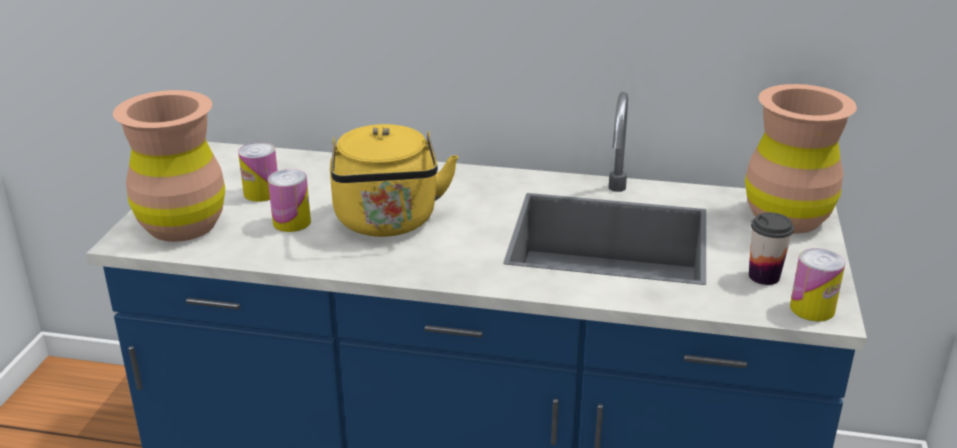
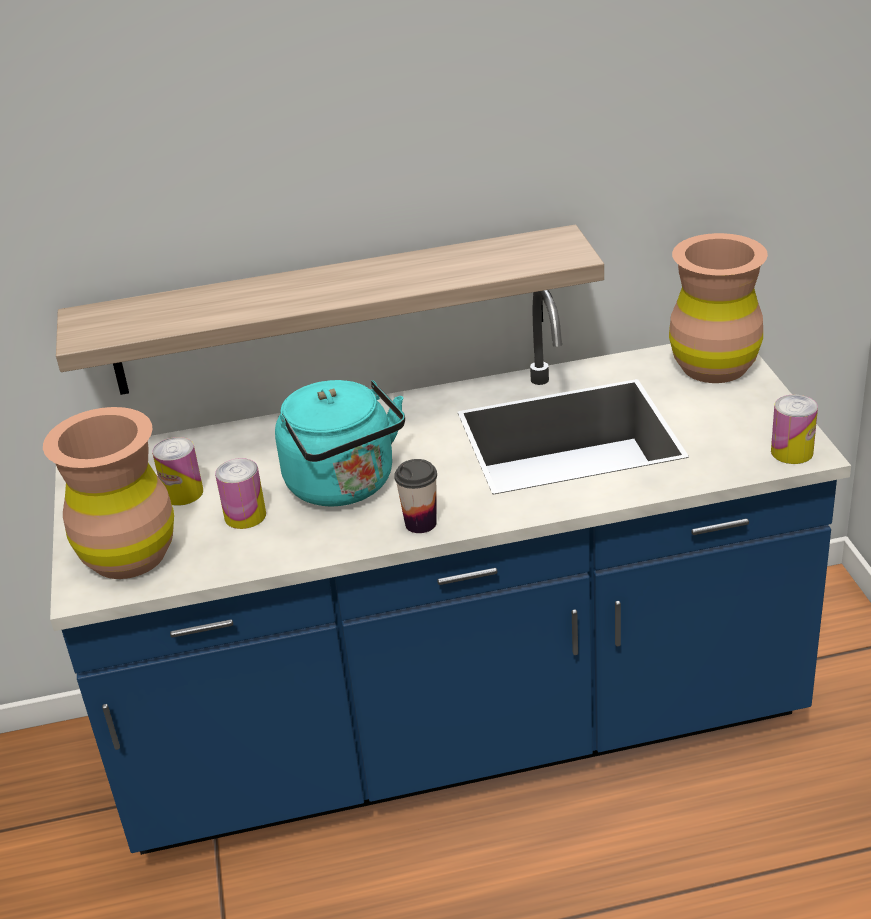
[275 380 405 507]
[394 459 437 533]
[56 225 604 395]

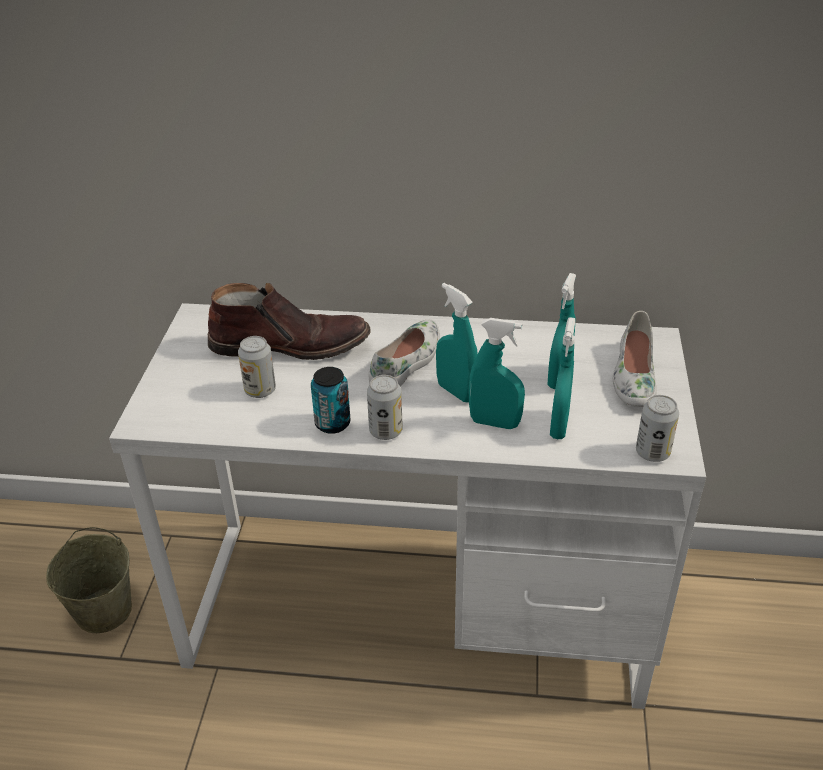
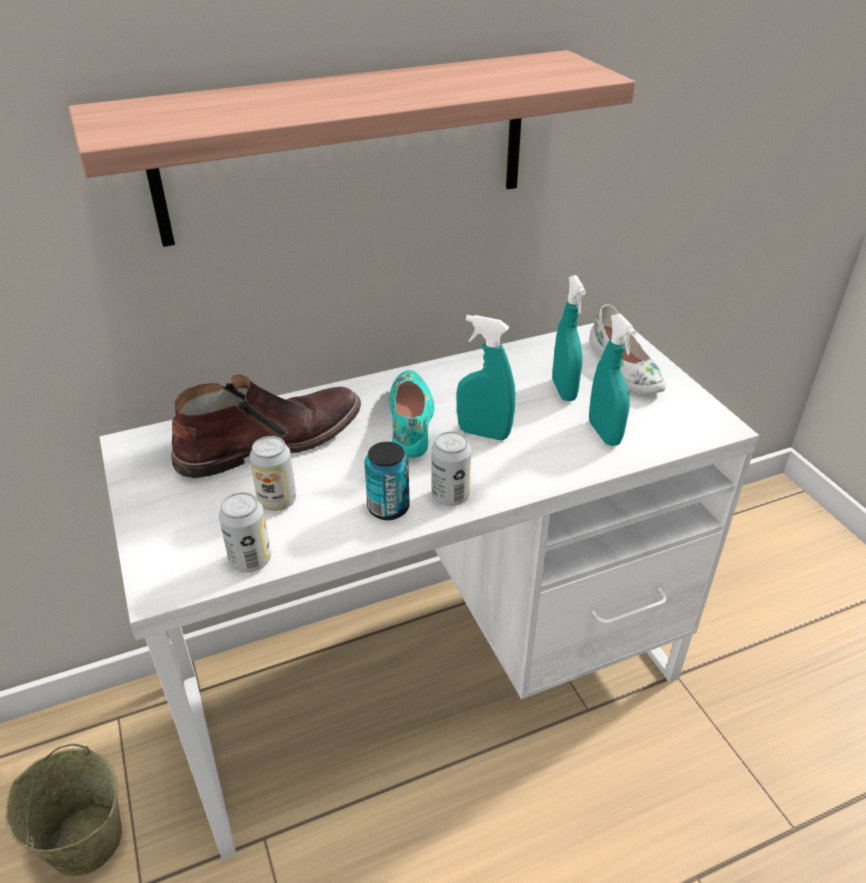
[389 370 435 457]
[469 318 525 429] (first image)
[219 492 271 573]
[68 50 635 247]

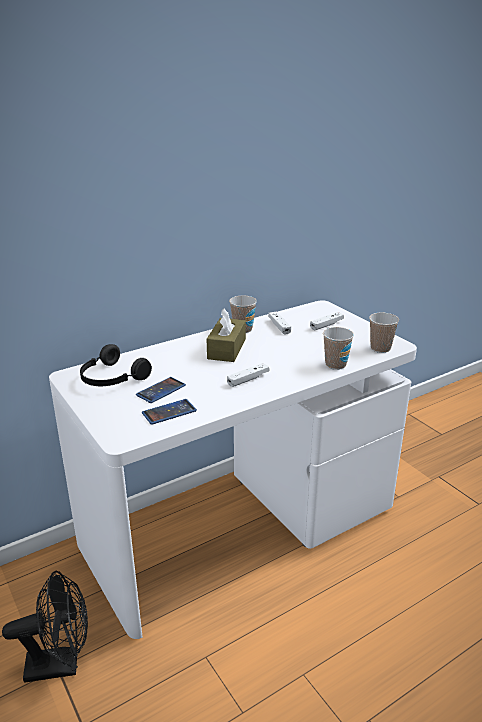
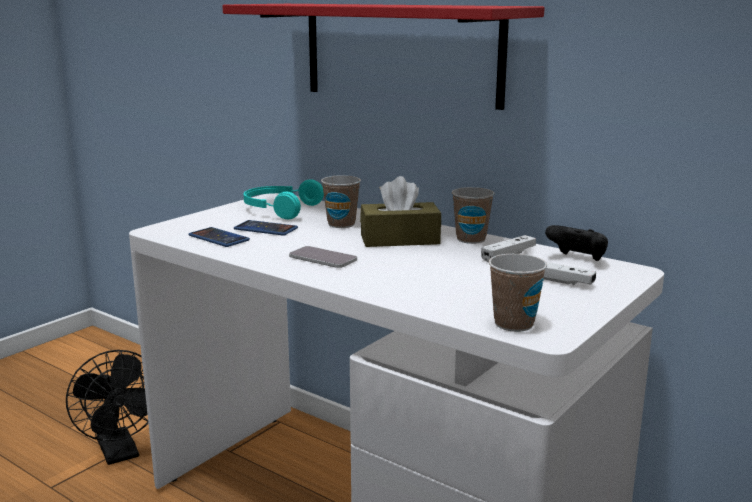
[243 179 324 219]
[289 246 357 268]
[321 175 361 228]
[222 4 544 110]
[545 225 608 261]

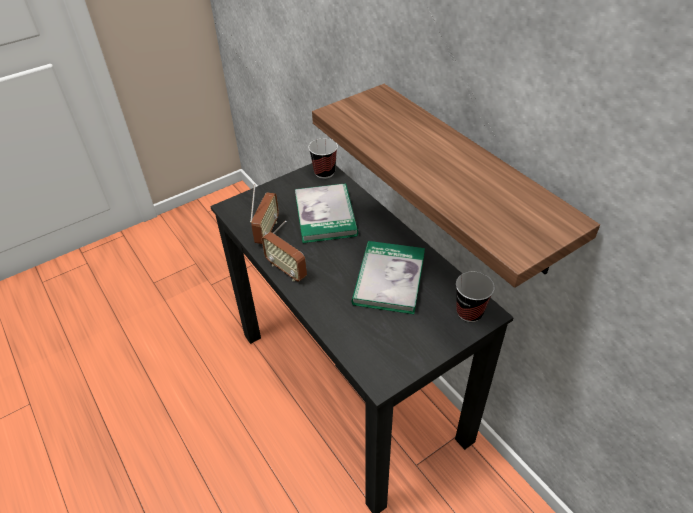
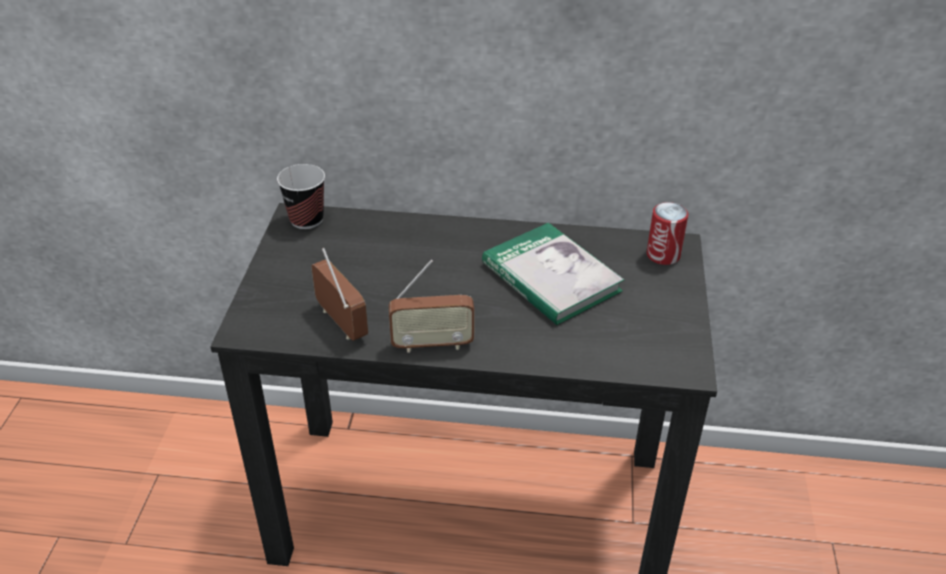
[295 184 358 243] (first image)
[312 84 600 288] (first image)
[646 202 688 265]

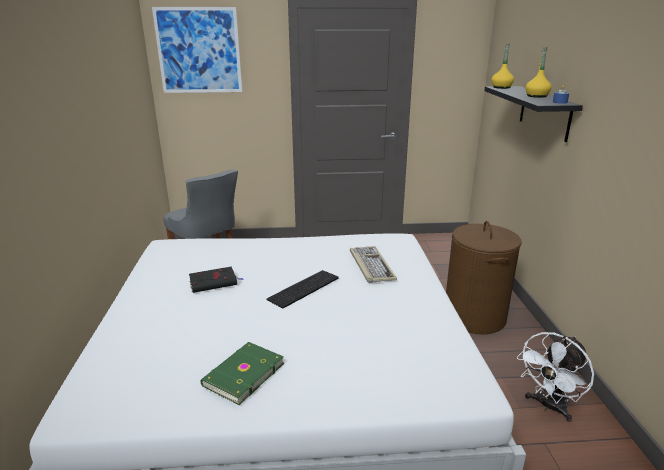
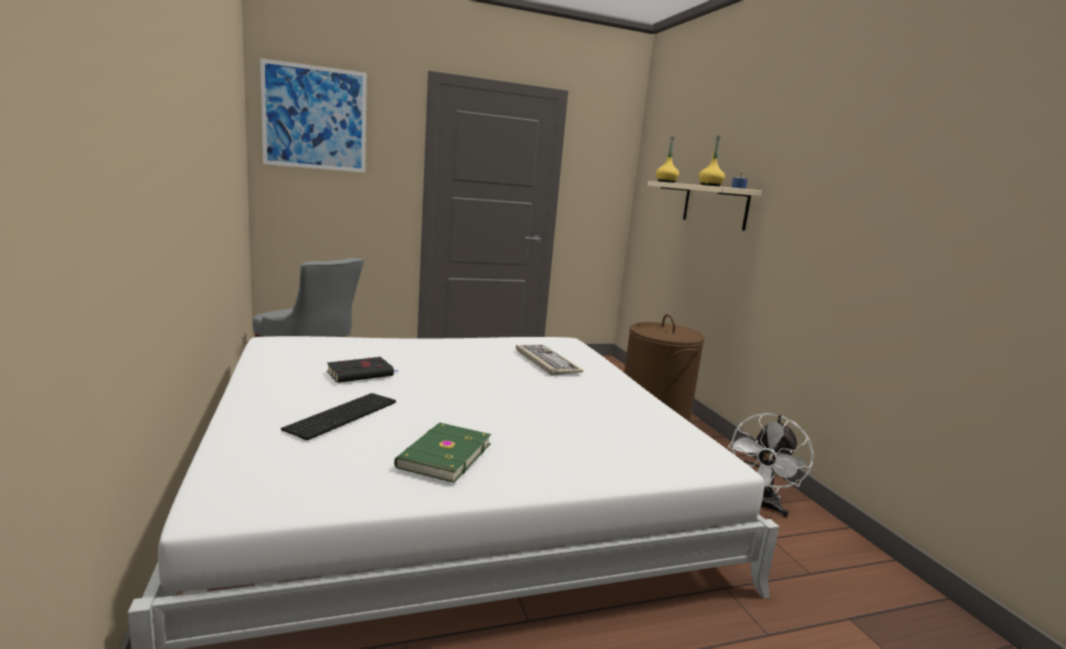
[281 393 396 440]
[648 181 762 231]

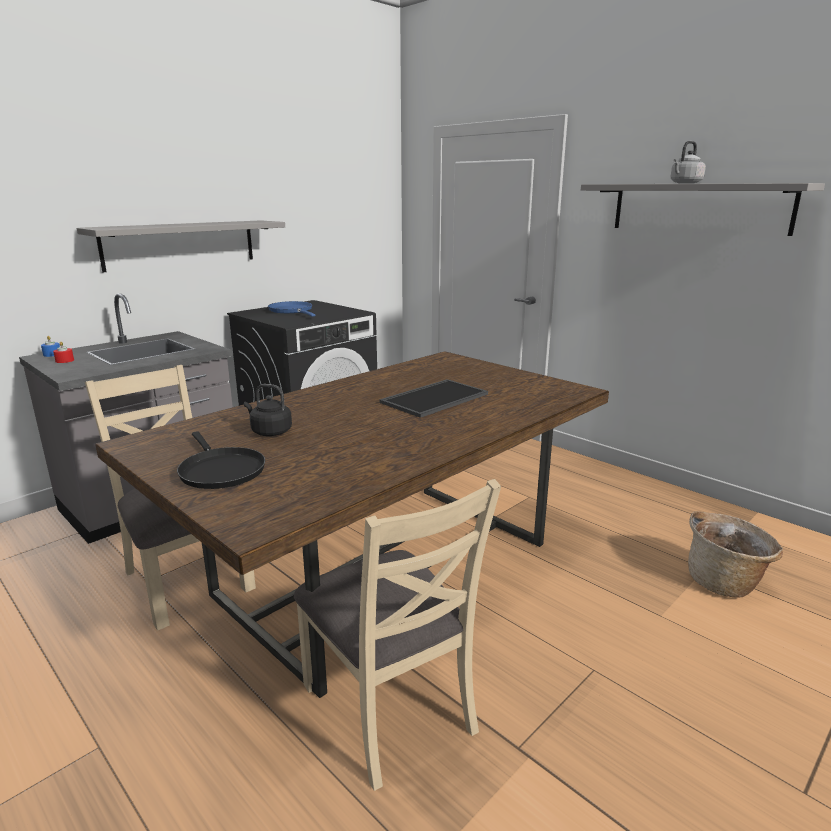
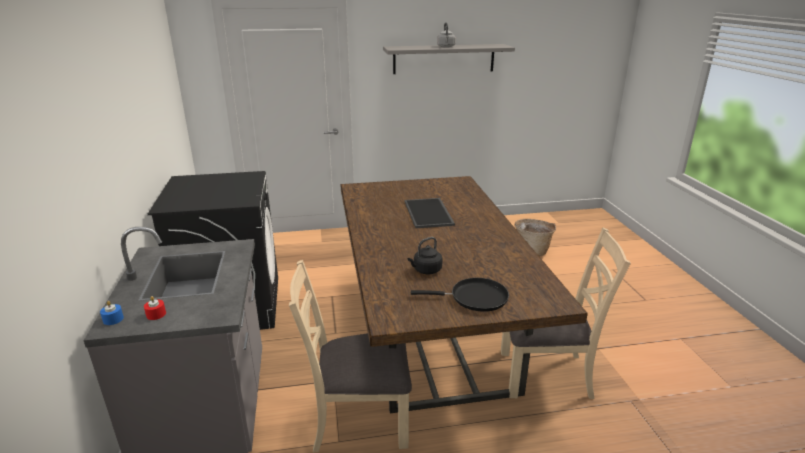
[77 220 285 272] (first image)
[268 301 315 317] (first image)

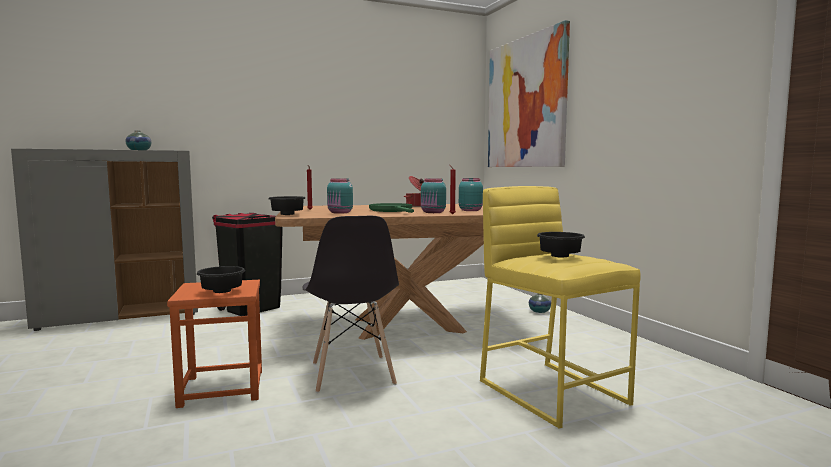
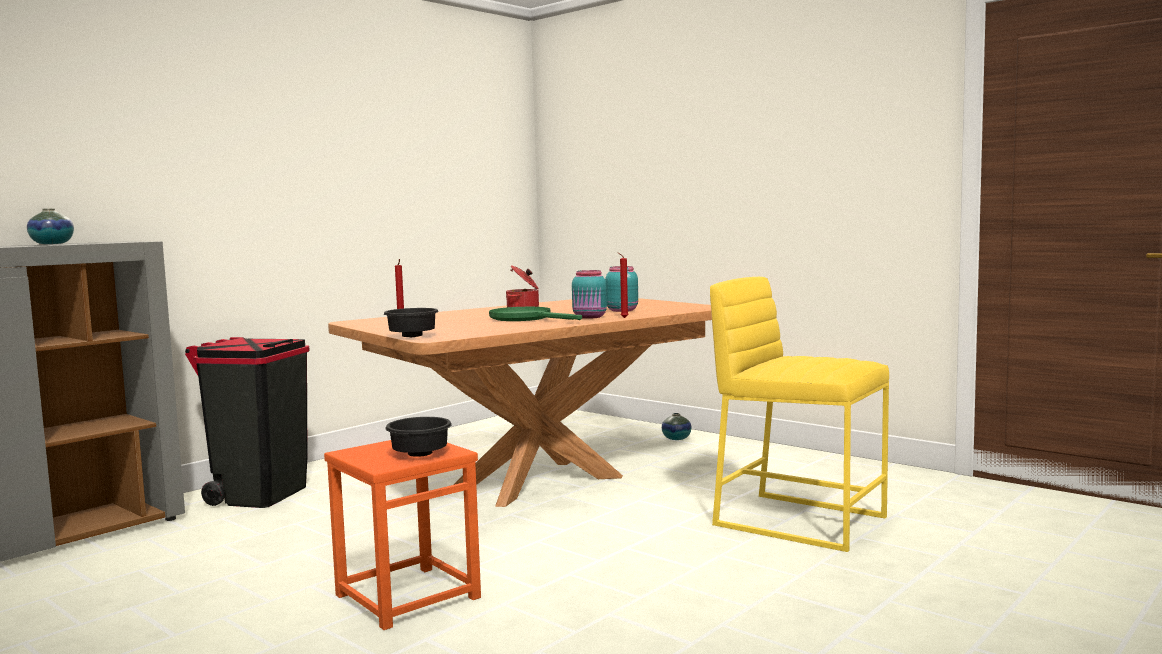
[302 216 399 393] (first image)
[327 178 353 214] (first image)
[488 20 570 167] (first image)
[537 232 585 257] (first image)

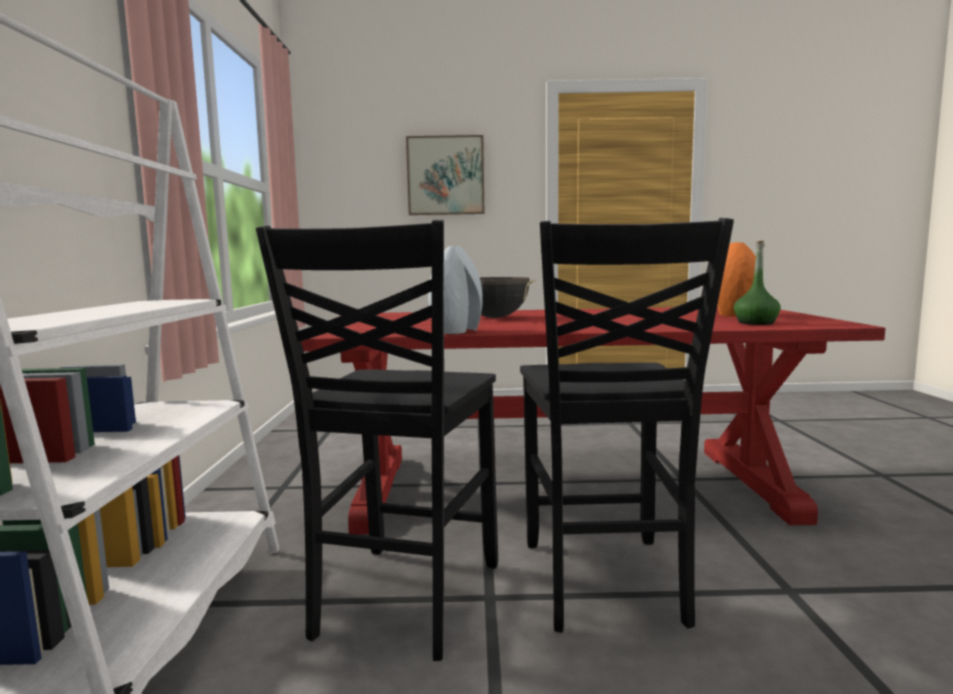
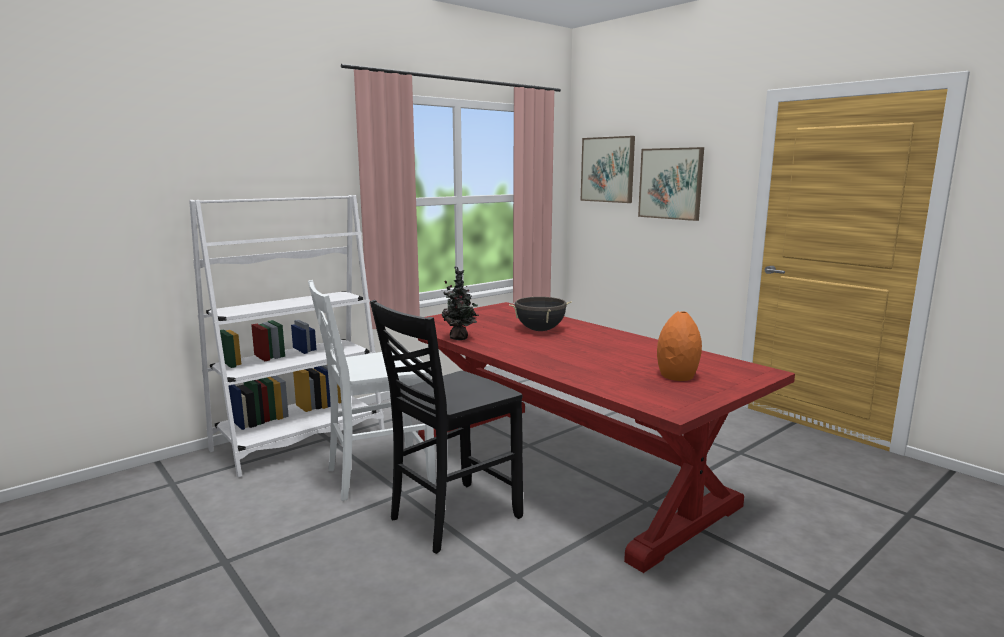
[308 280 436 501]
[442 267 479 340]
[734 241 781 325] (first image)
[581 136 635 203]

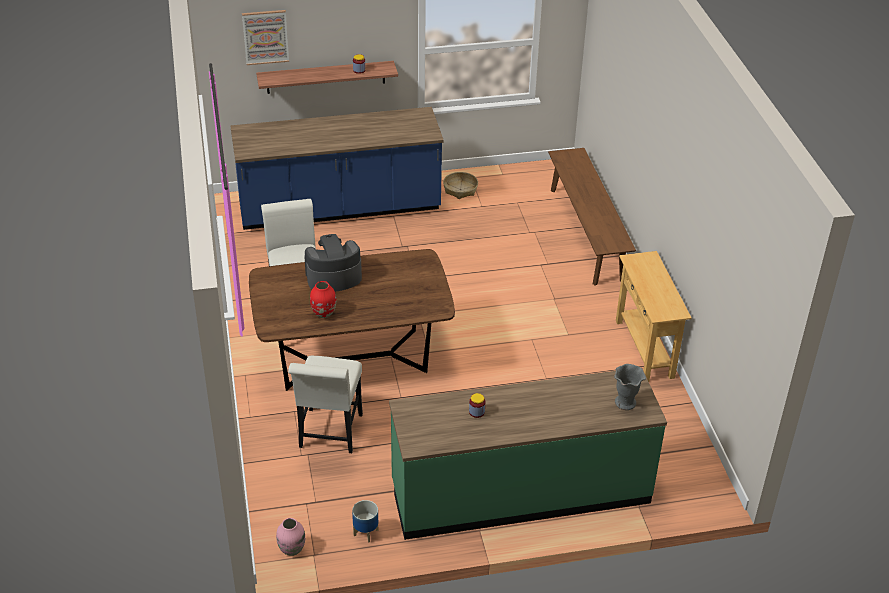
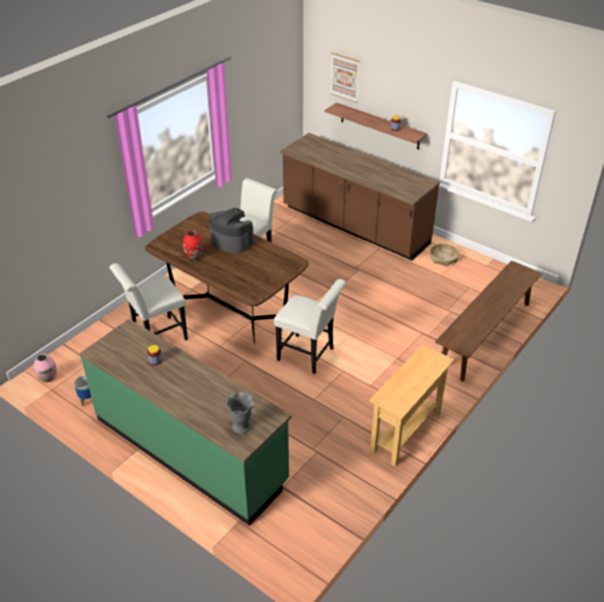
[280 133 440 261]
[274 279 346 374]

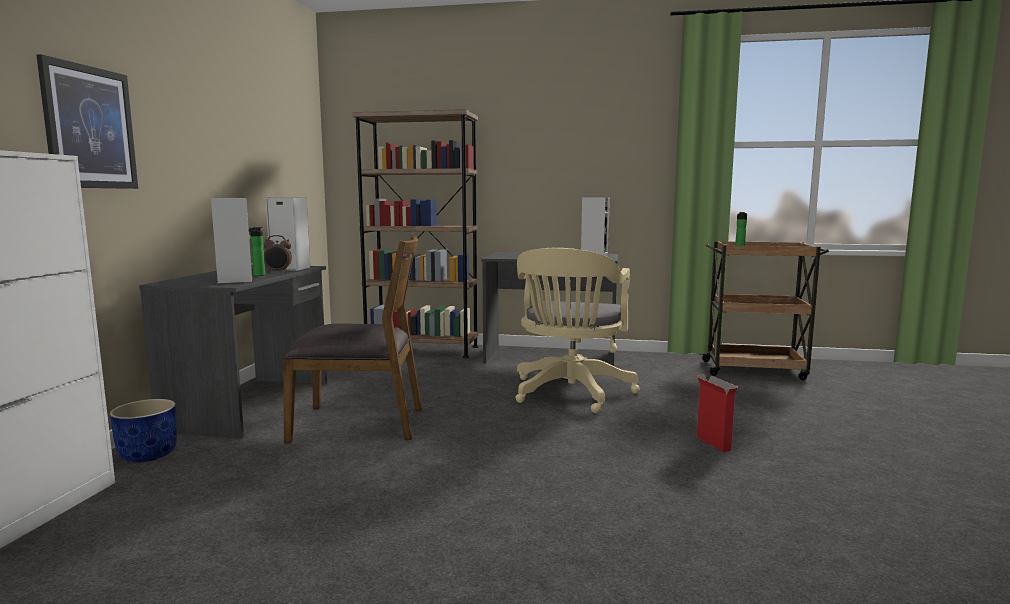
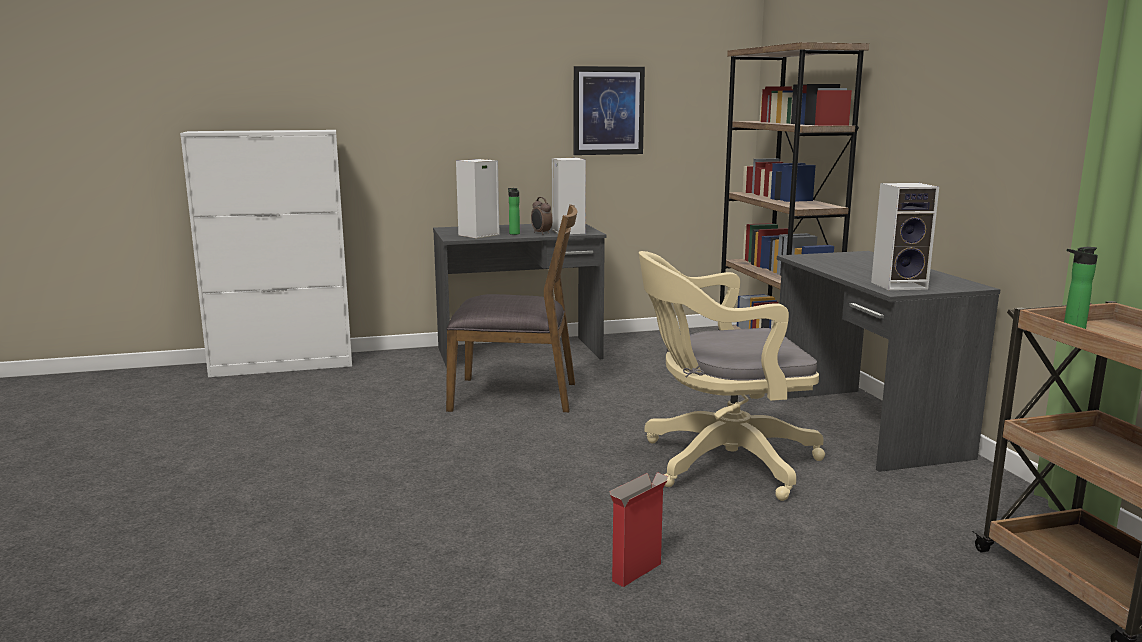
[574 66 645 155]
[110 399 177 463] (first image)
[446 204 578 412]

